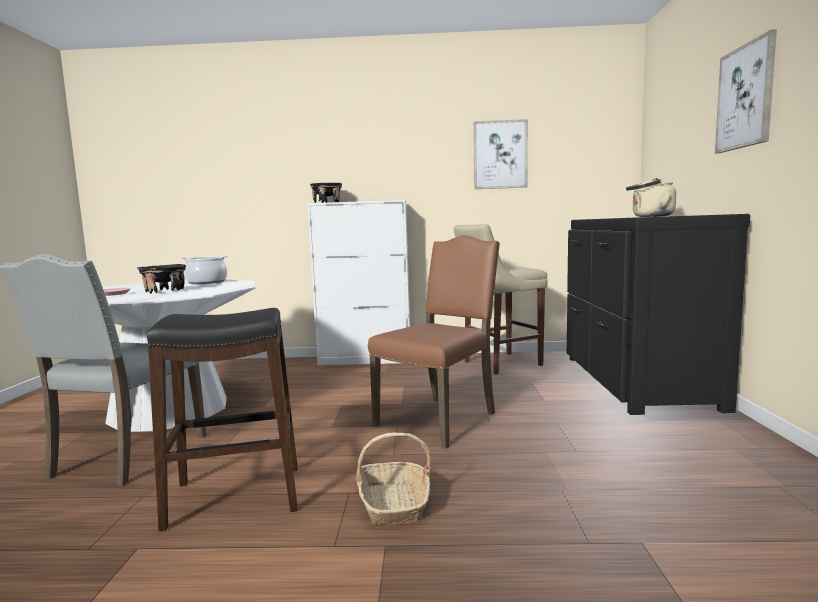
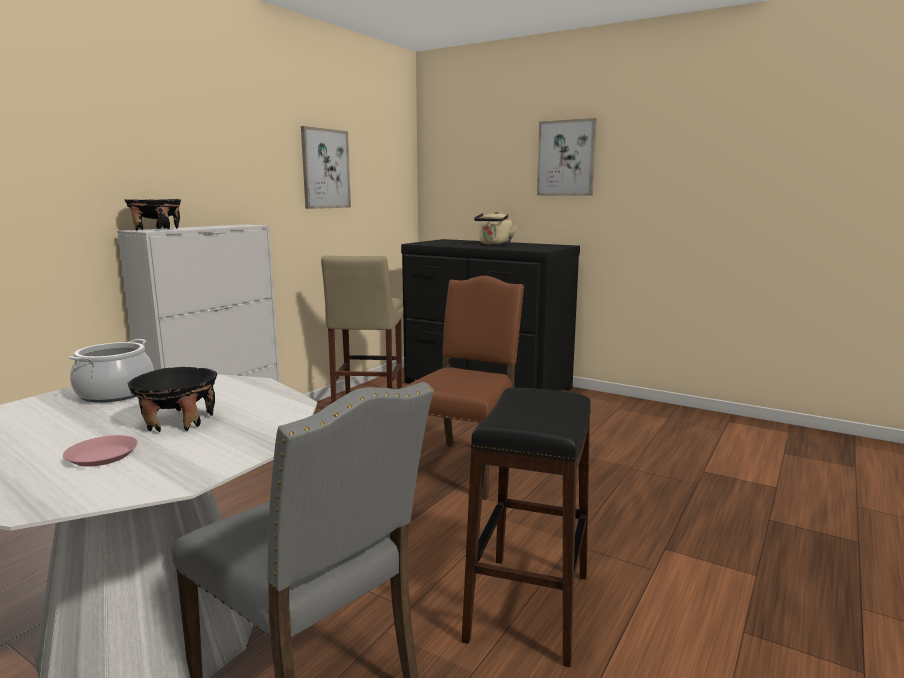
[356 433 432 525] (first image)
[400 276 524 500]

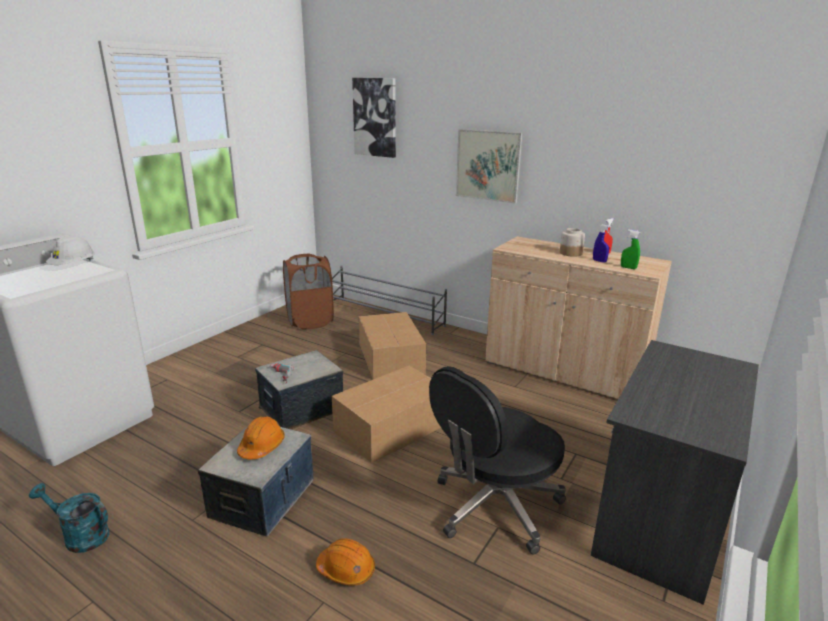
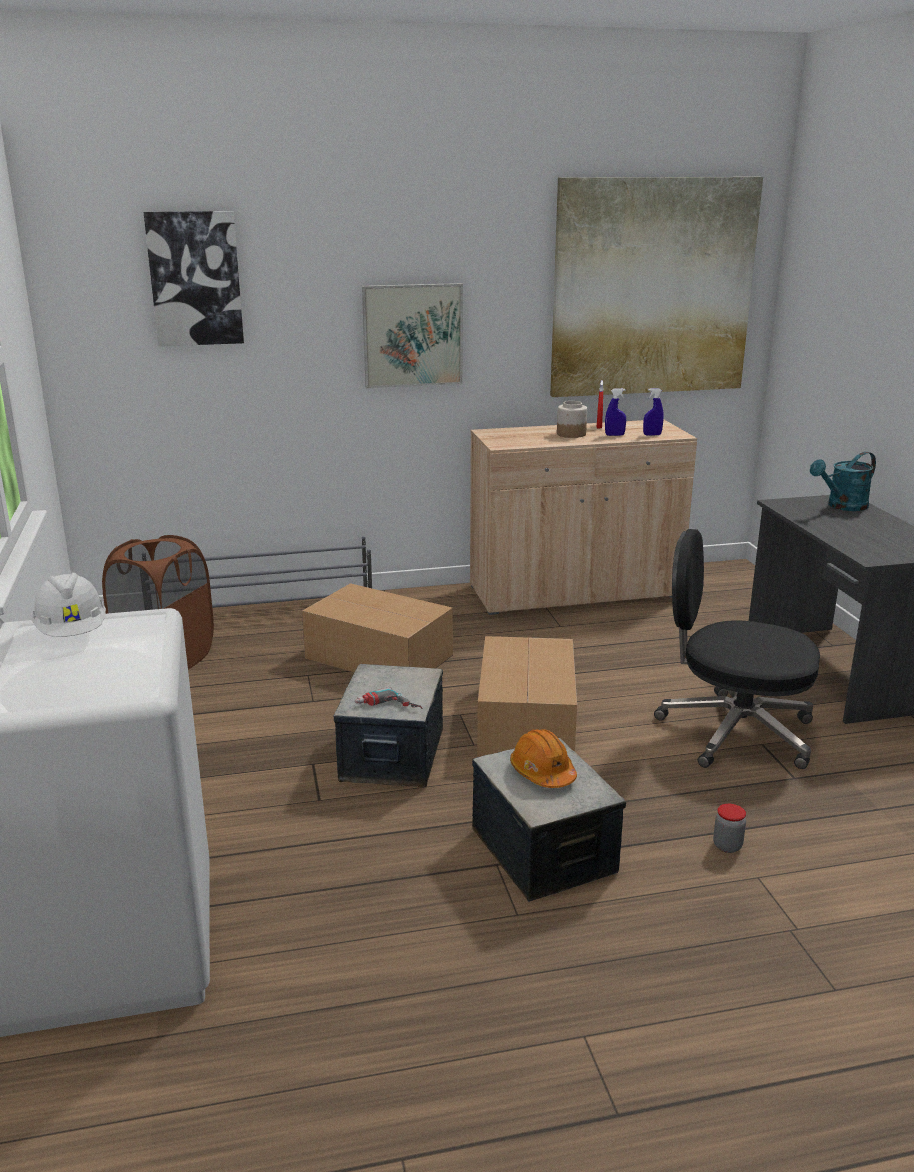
[810 452 876 511]
[713 804 746 853]
[654 529 820 769]
[643 388 664 436]
[550 177 763 397]

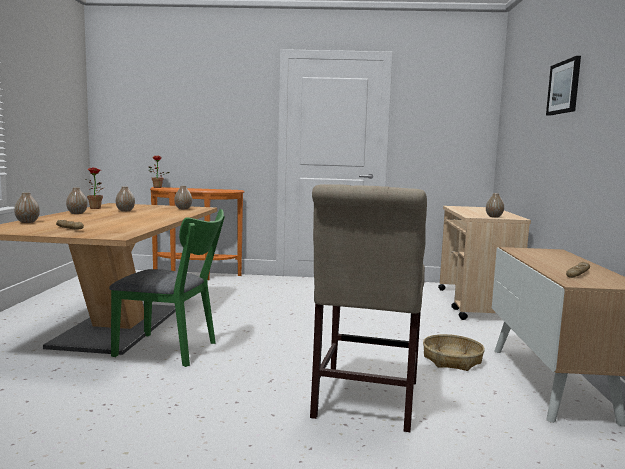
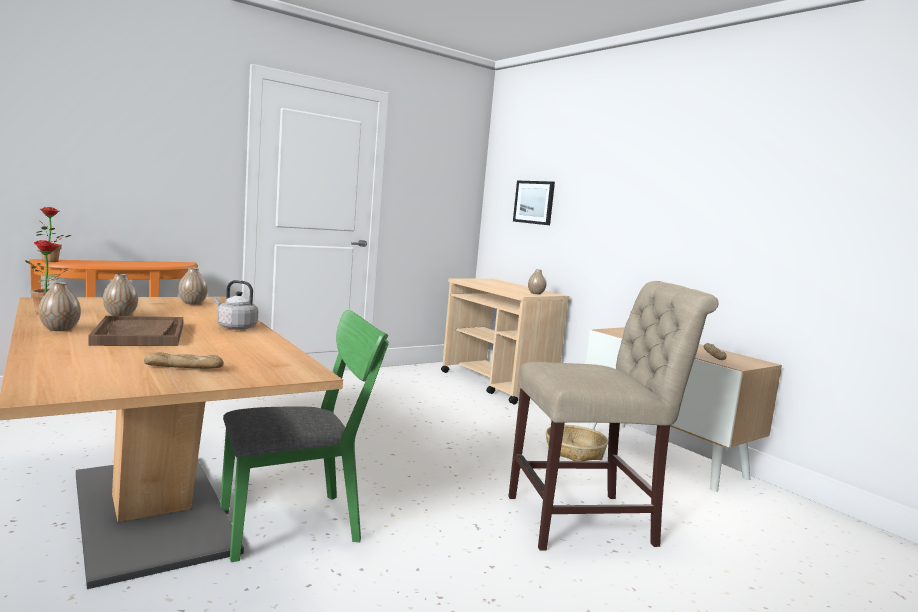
[14 192 40 223] (first image)
[508 281 719 551]
[513 181 555 225]
[88 316 183 346]
[214 280 258 330]

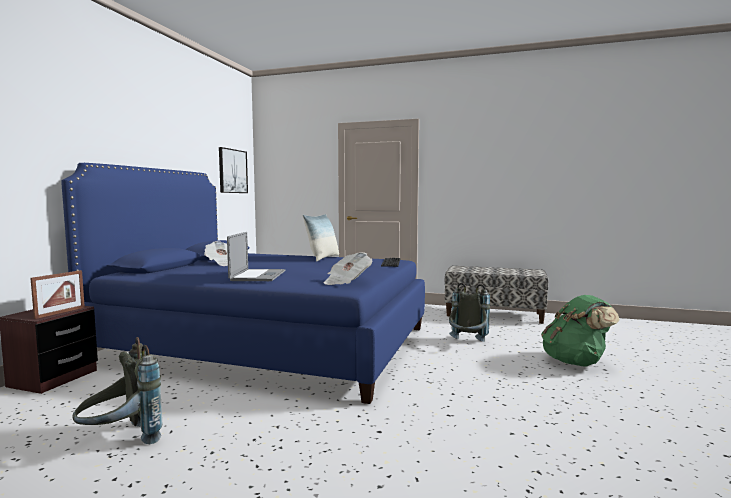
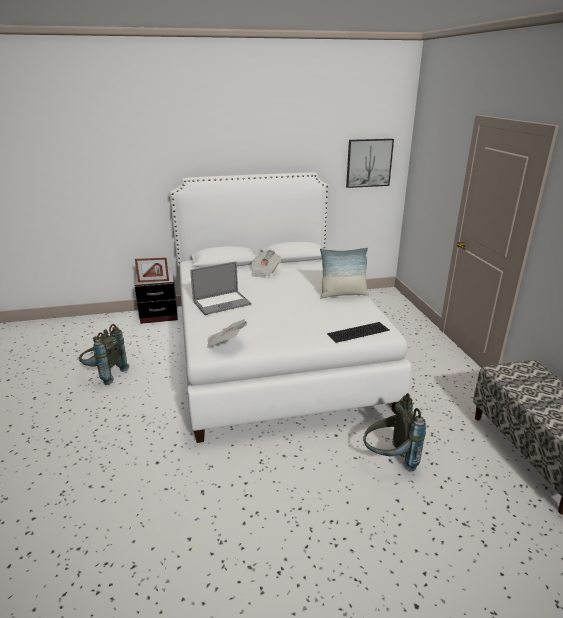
[170 172 411 443]
[541 295 619 366] (first image)

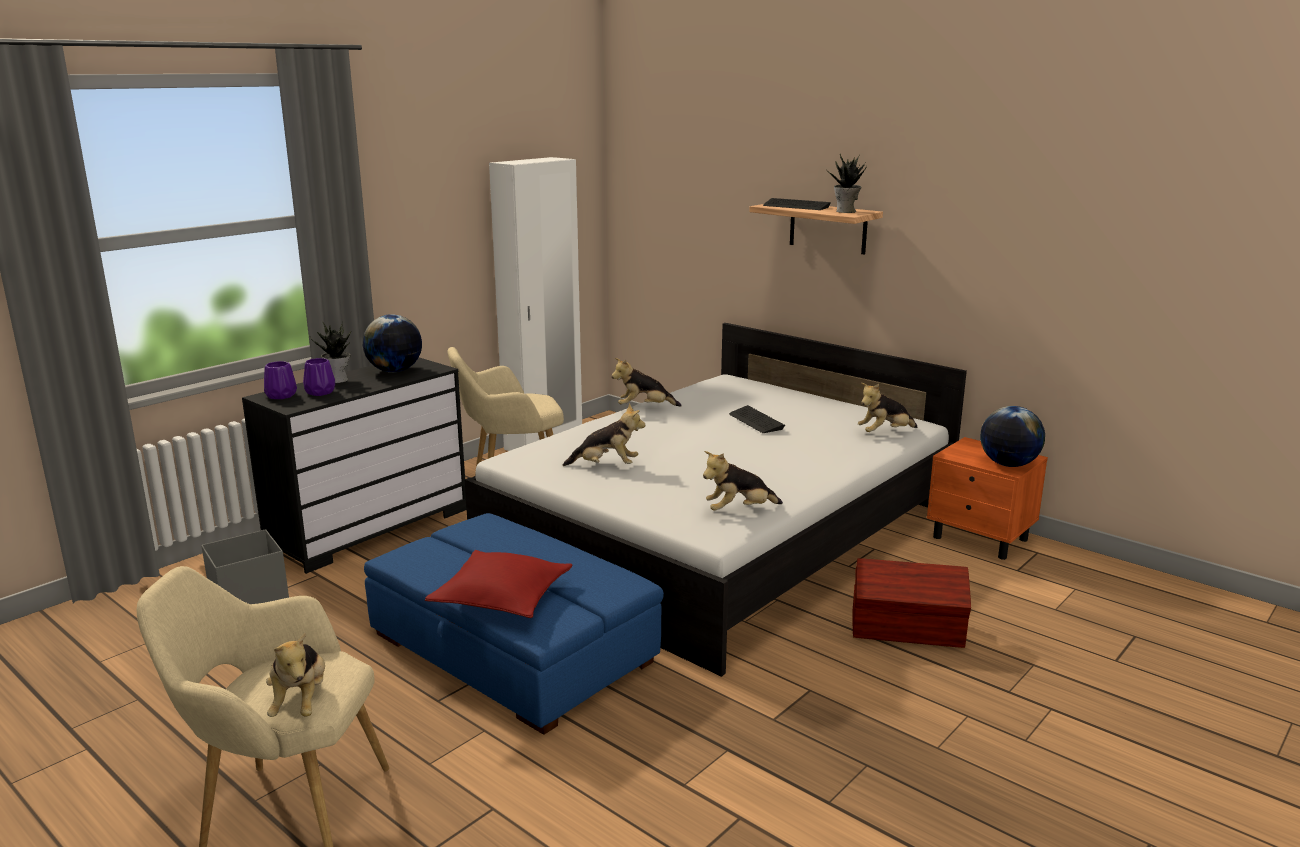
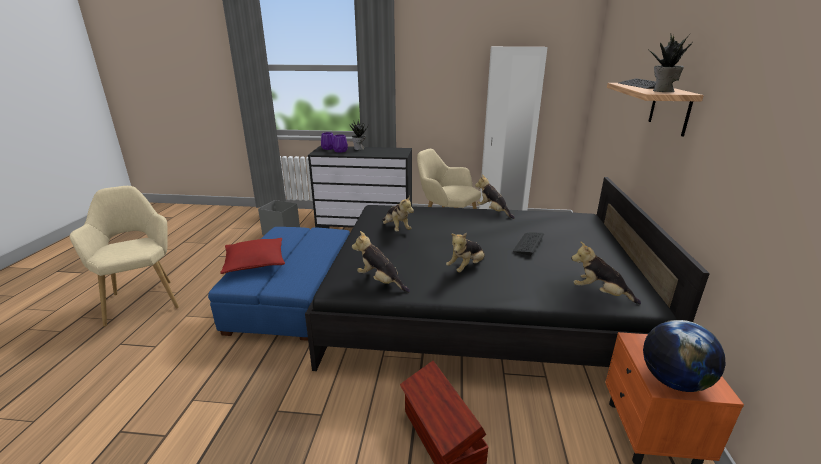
[446 233 485 272]
[363 314 422 372] (first image)
[305 177 710 371]

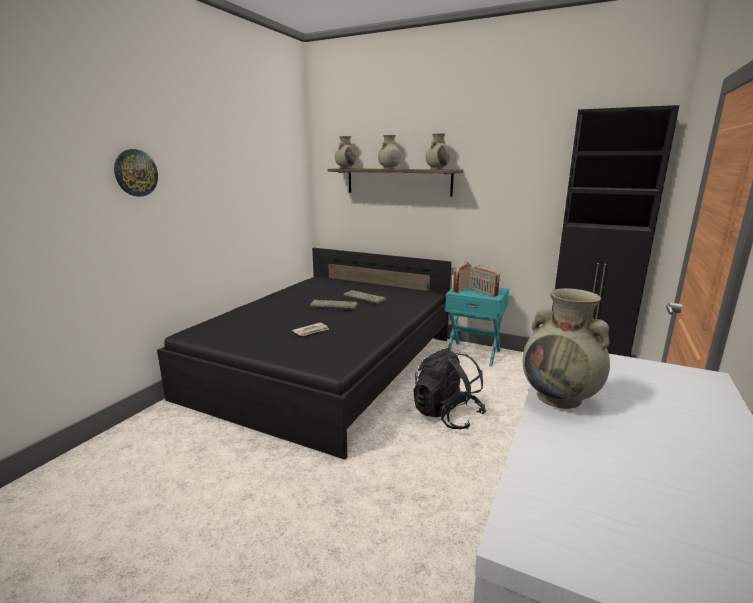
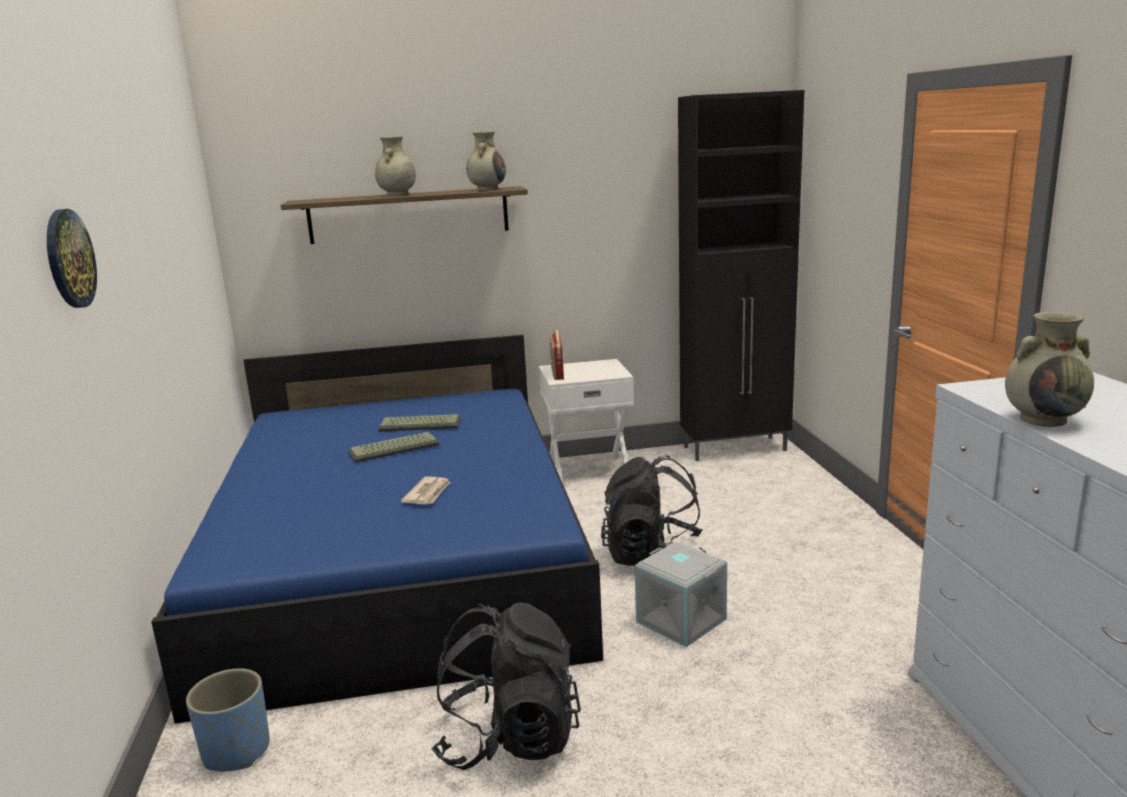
[151 335 603 724]
[335 136 356 169] (first image)
[539 359 634 483]
[470 265 500 297] (first image)
[186 668 270 772]
[431 602 581 770]
[634 541 727 647]

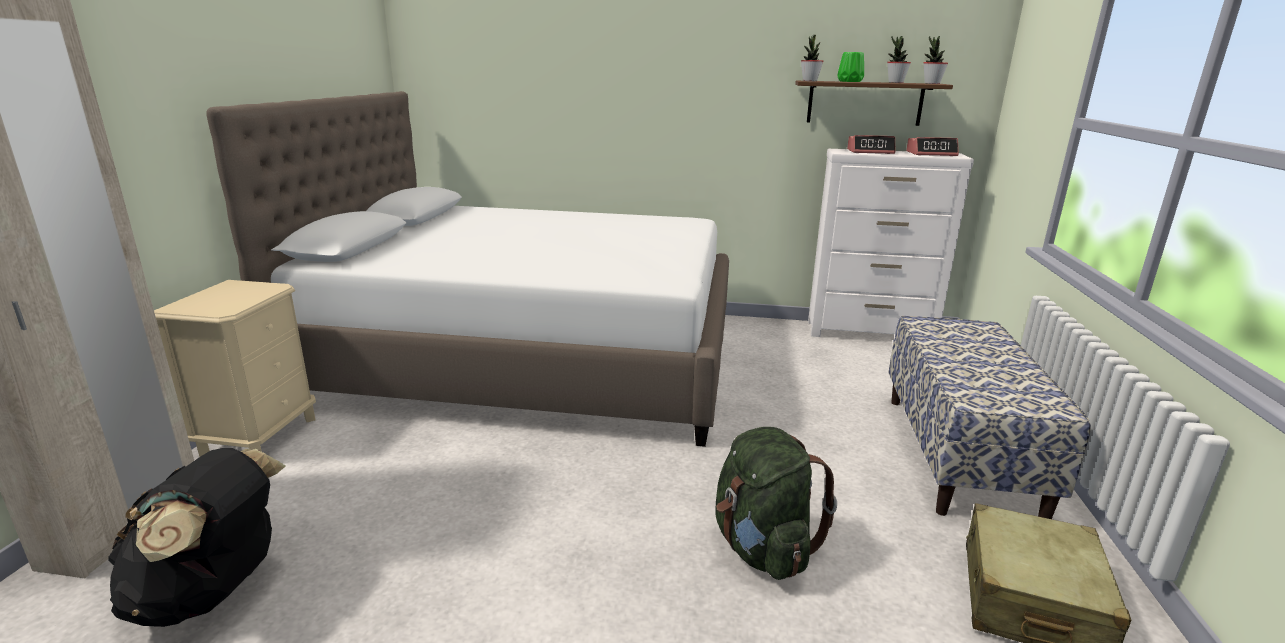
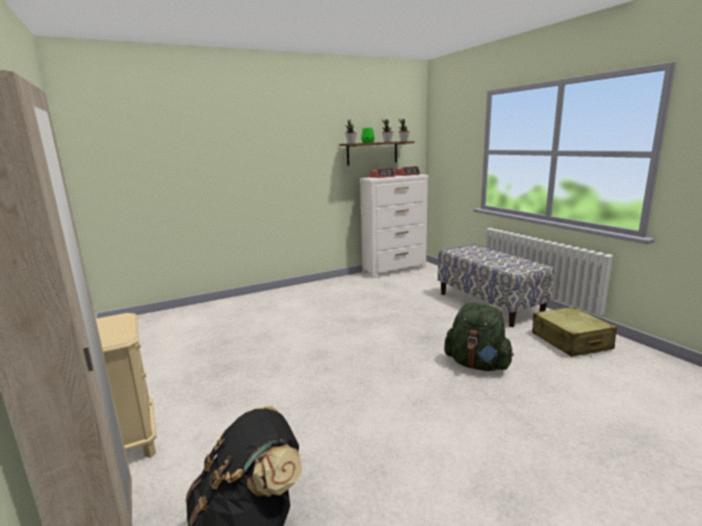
[207 91 729 447] (first image)

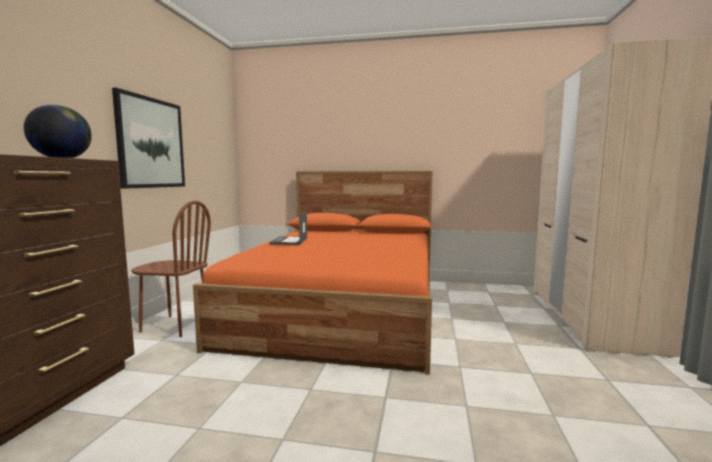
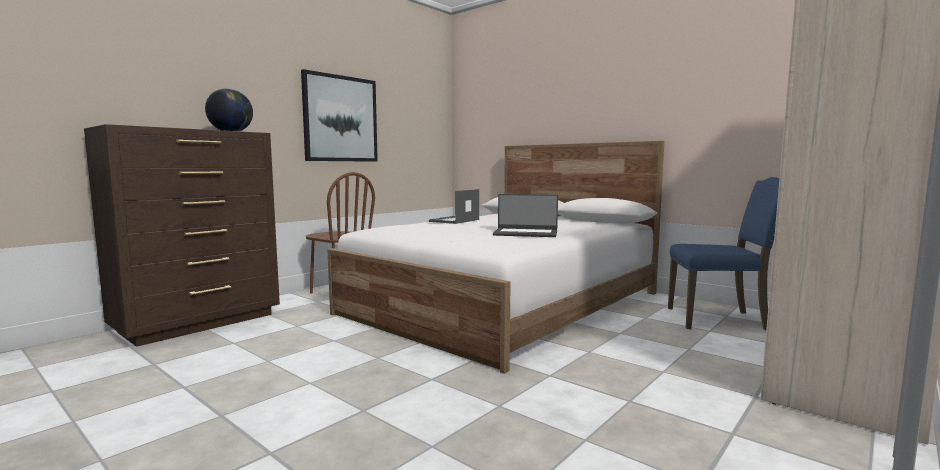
[327 141 664 374]
[493 194 558 237]
[668 177 779 330]

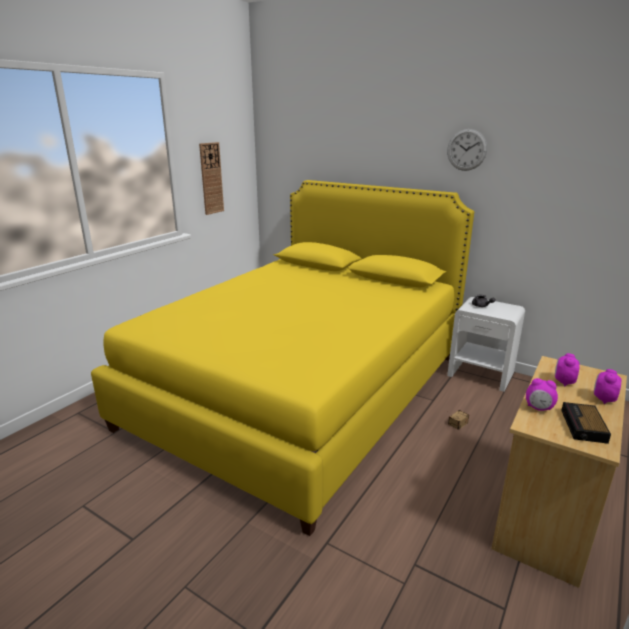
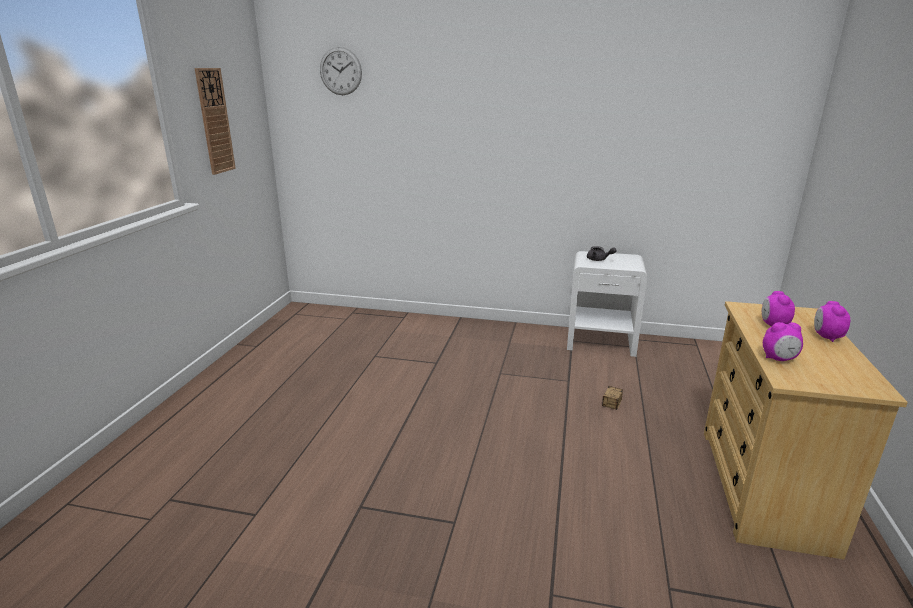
[91 180 474 536] (first image)
[320 47 362 95]
[561 402 611 444] (first image)

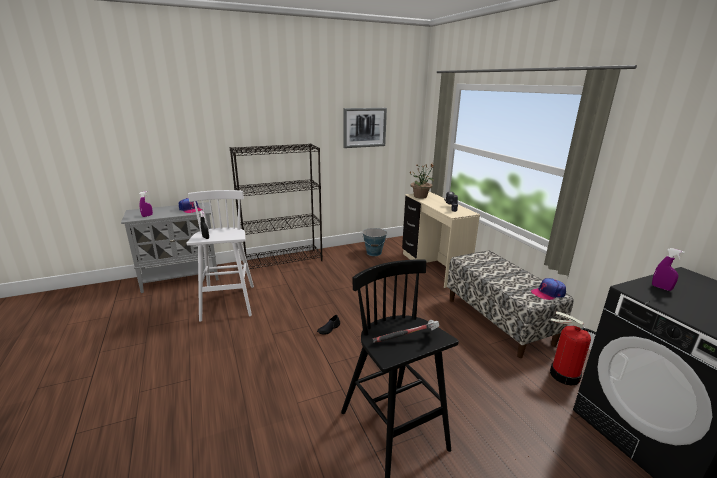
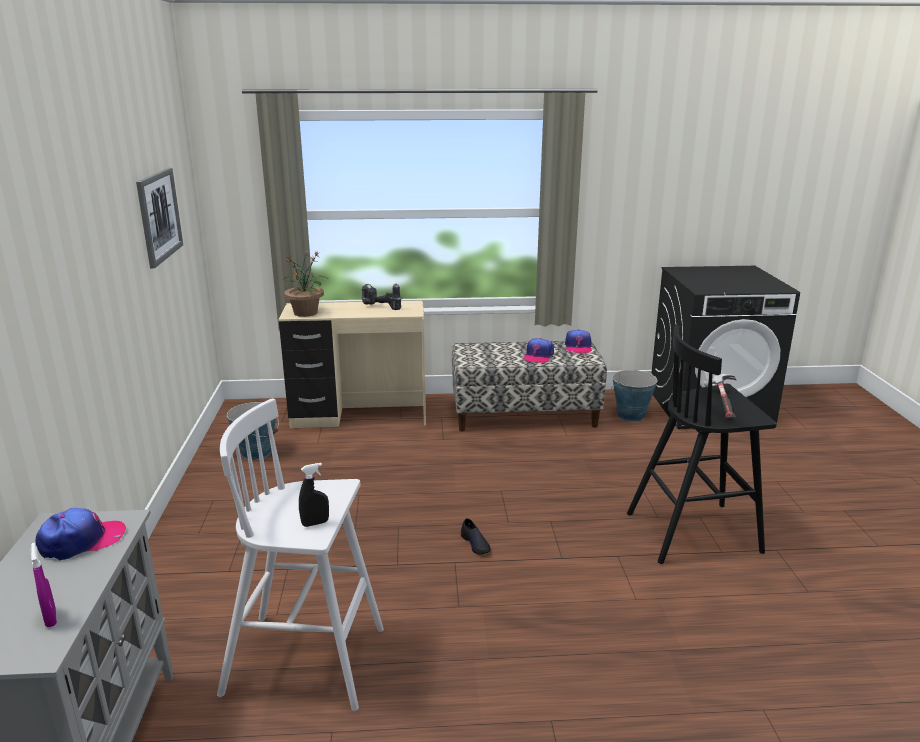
[230 143 323 269] (first image)
[611 370 658 422]
[652 248 684 291] (first image)
[523 338 554 363]

